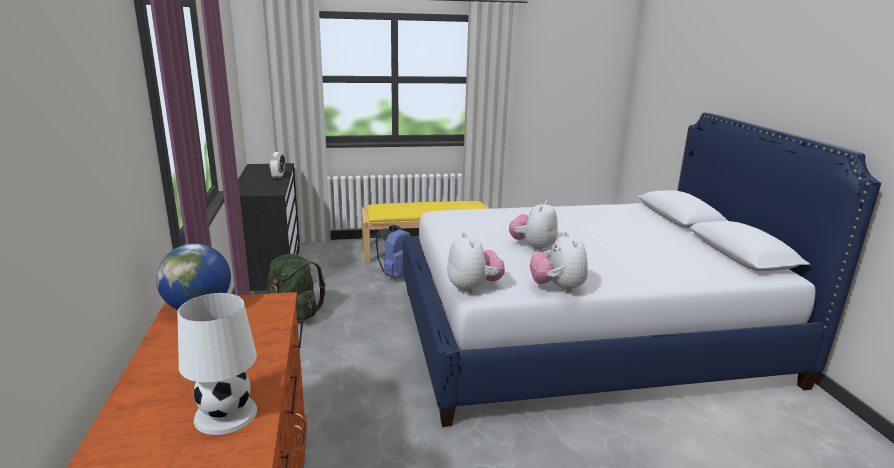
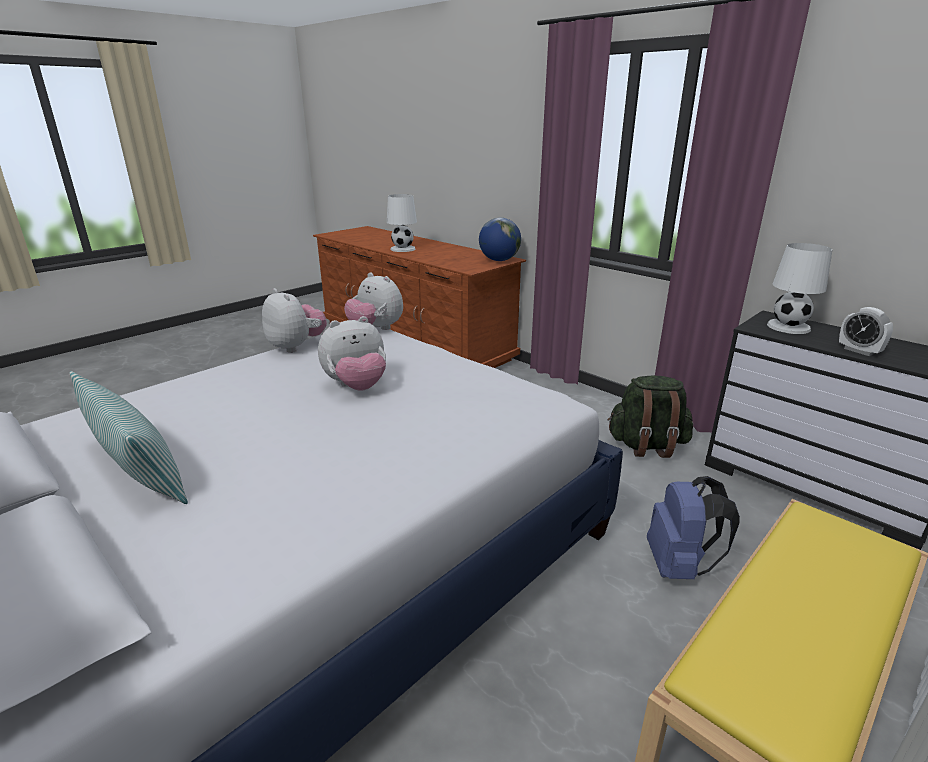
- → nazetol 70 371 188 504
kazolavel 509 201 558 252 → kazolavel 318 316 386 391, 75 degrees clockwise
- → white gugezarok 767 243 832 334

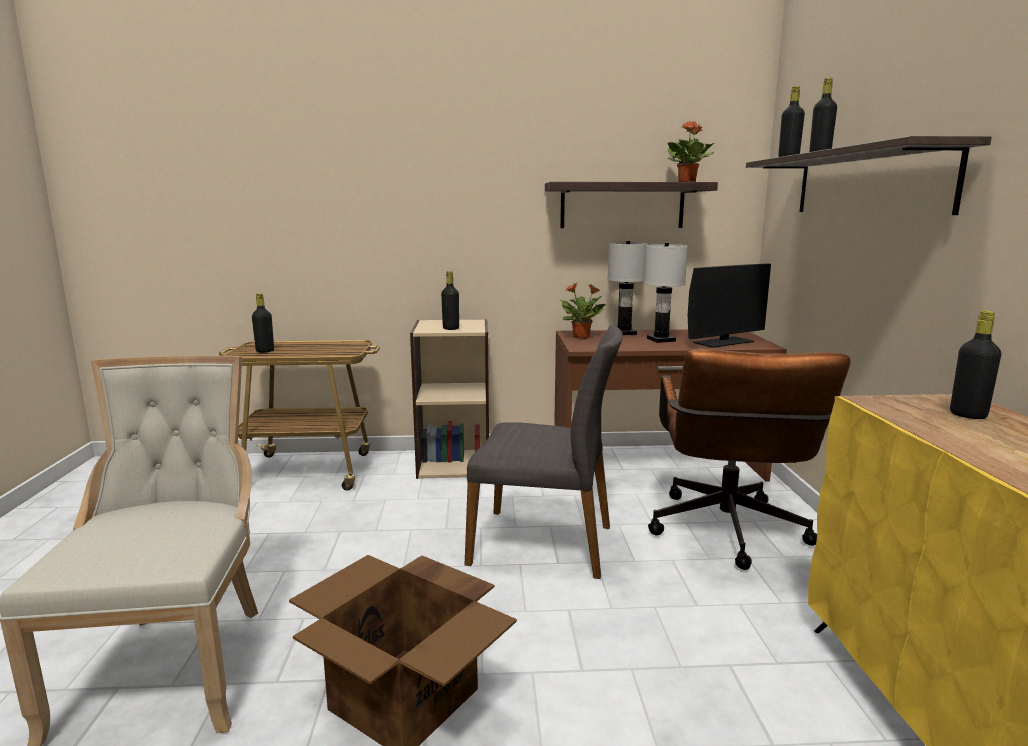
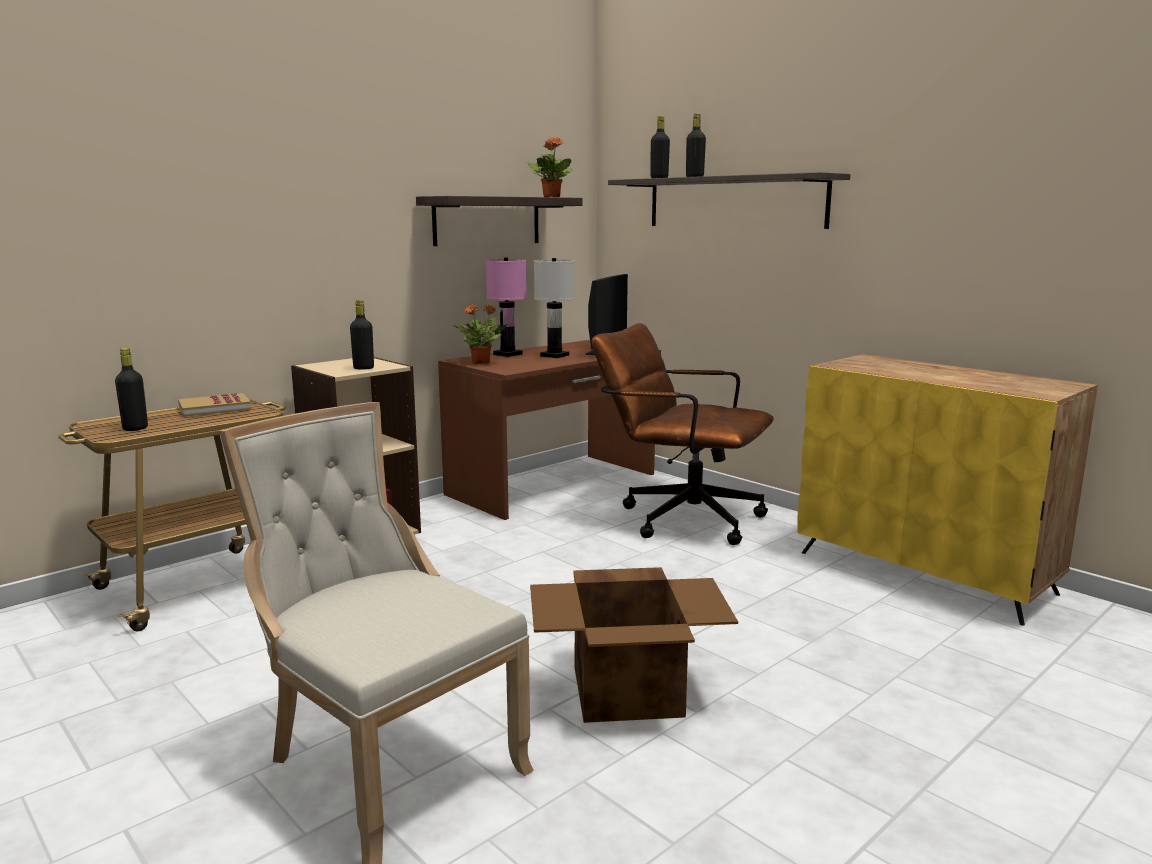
- → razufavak 178 393 251 417
white gugezarok 607 241 648 335 → pink gugezarok 486 258 527 357
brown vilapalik 648 349 851 570 → brown vilapalik 592 323 774 545, 150 degrees clockwise
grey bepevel 465 325 622 579 → -
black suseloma 950 310 1001 419 → -

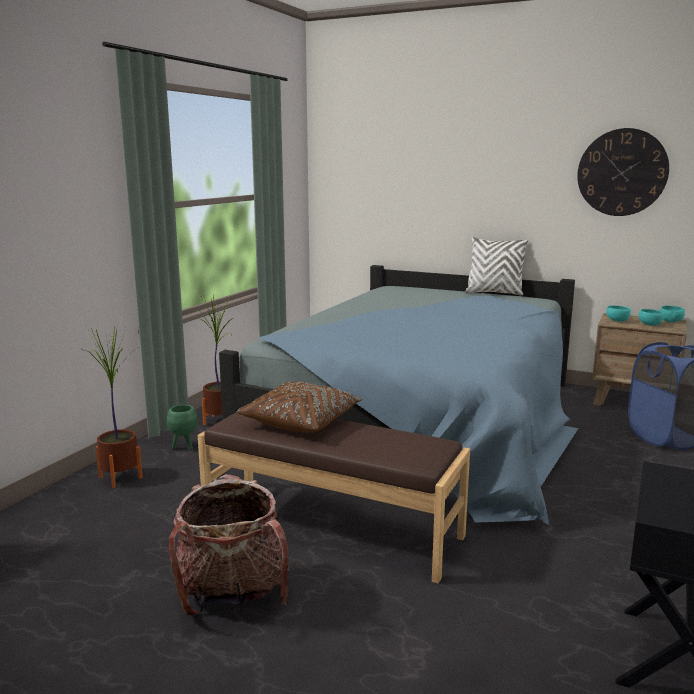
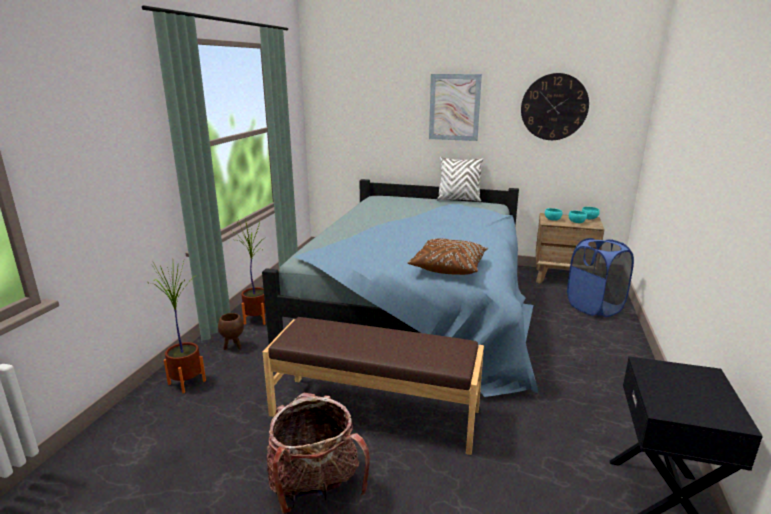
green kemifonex 167 405 198 450 → brown kemifonex 218 313 244 350
brown nazetol 237 382 363 433 → brown nazetol 407 238 488 275, moved
- → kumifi 429 74 482 141

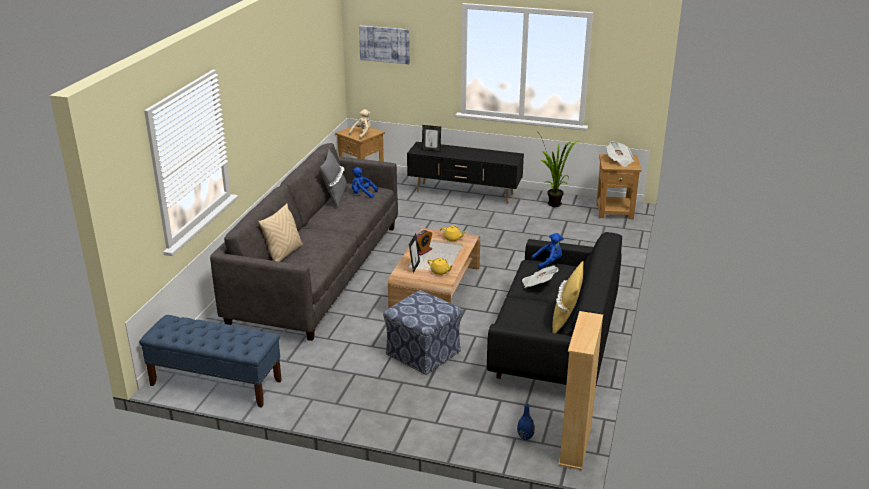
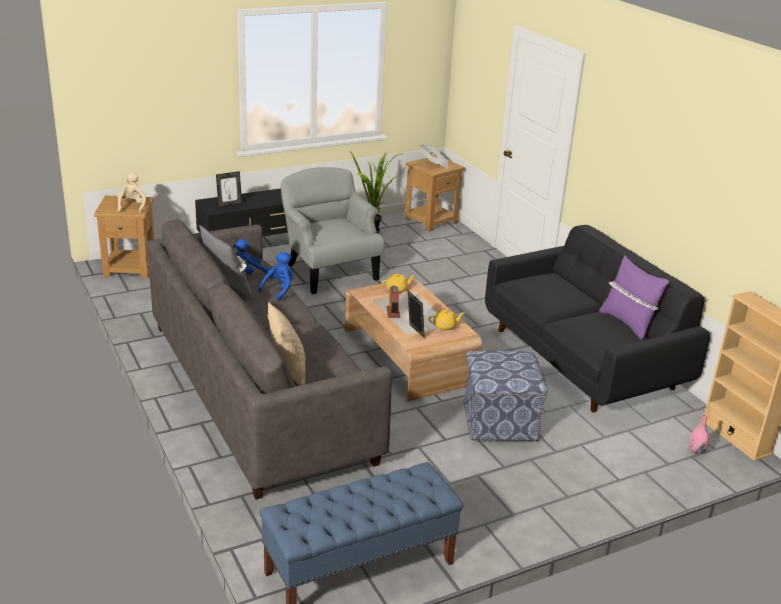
blue kazolavel 531 233 563 269 → blue kazolavel 258 252 293 300, moved
- → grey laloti 281 167 384 294
yellow nazetol 552 261 584 334 → purple nazetol 599 255 669 340
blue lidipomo 517 404 535 440 → pink lidipomo 689 414 709 455
kumifi 359 25 410 64 → -
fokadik 522 265 558 288 → -

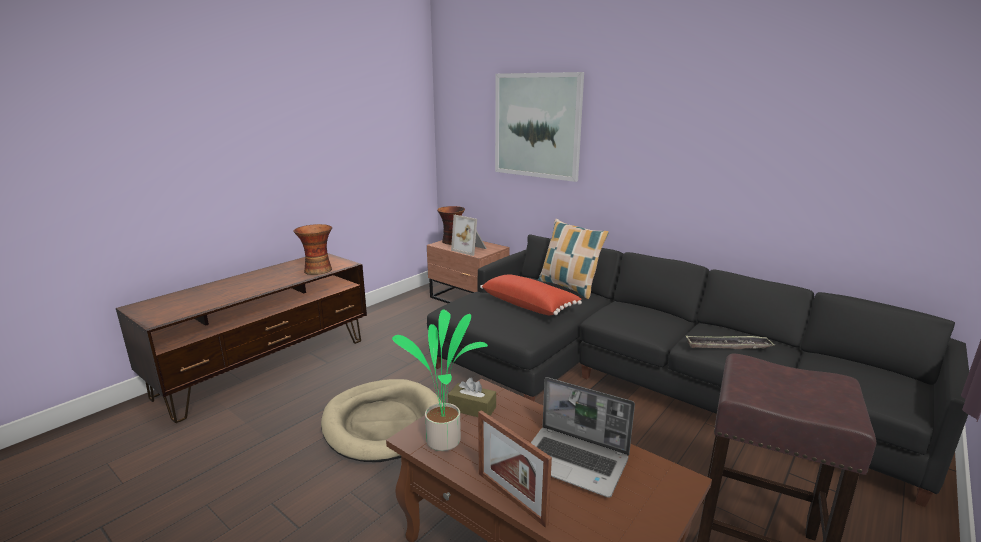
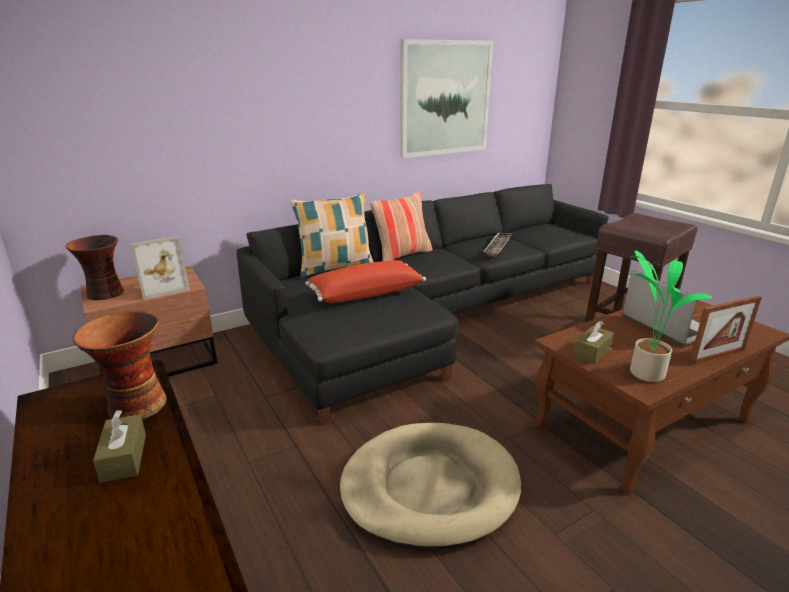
- → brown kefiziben 93 410 146 483
- → nazetol 370 192 433 261
kumifi 495 72 584 182 → kumifi 400 39 493 158, moved
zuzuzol 531 377 635 498 → zuzuzol 623 270 700 345, 75 degrees counterclockwise

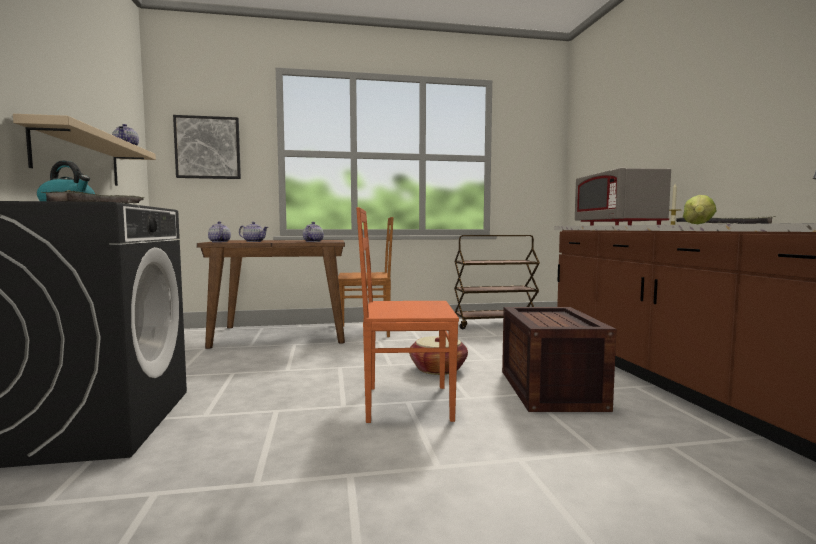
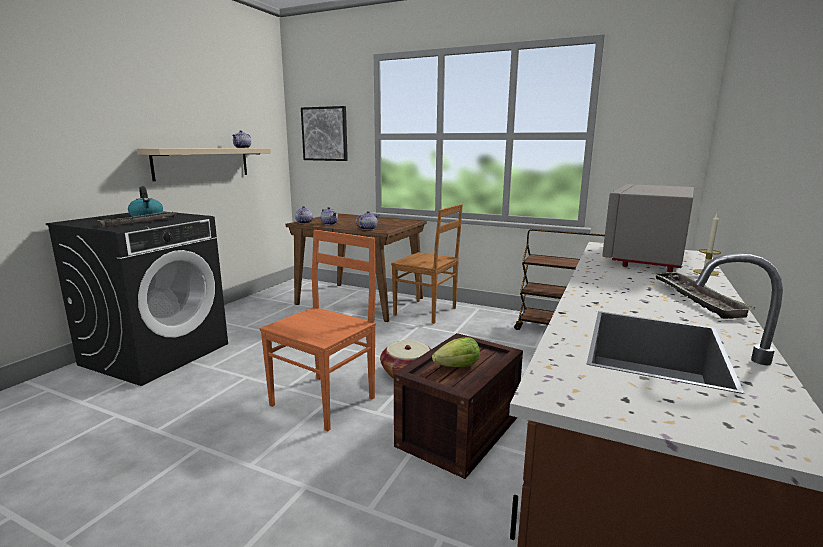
orange bepevel 356 207 459 423 → orange bepevel 260 230 376 432, 90 degrees clockwise
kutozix 683 195 716 224 → kutozix 432 337 480 367, moved

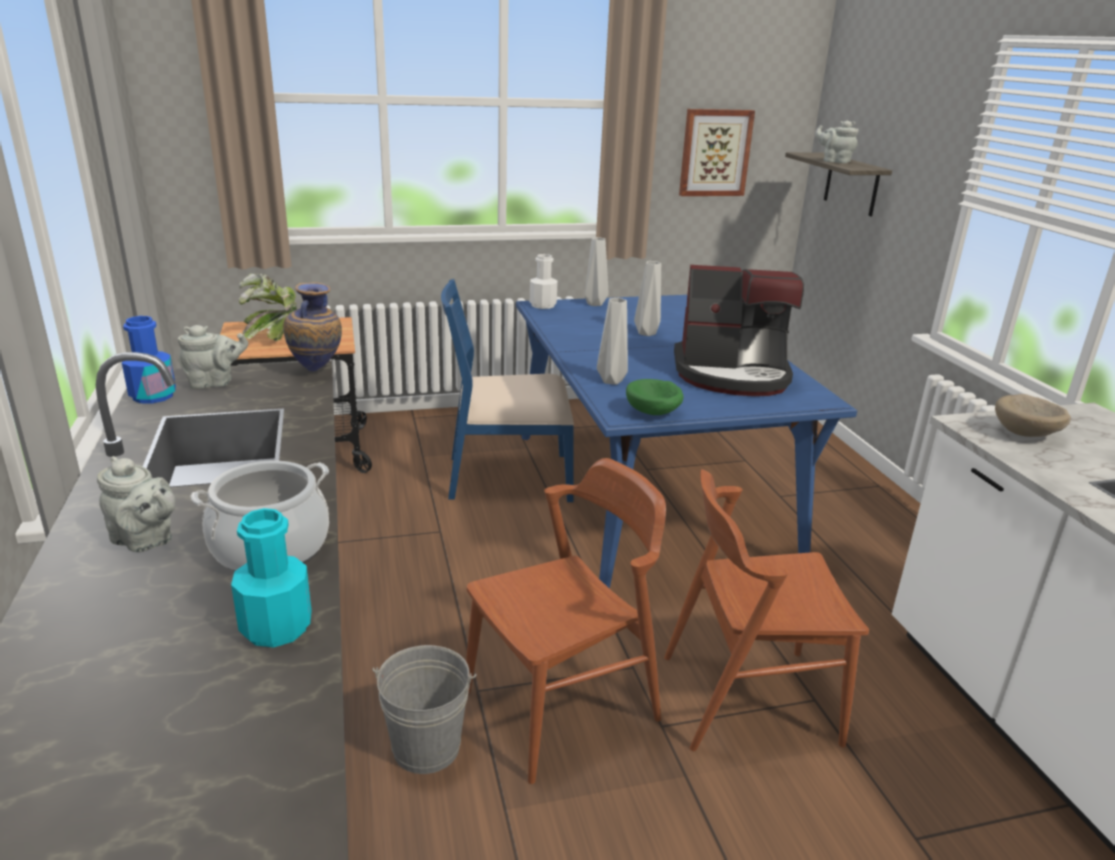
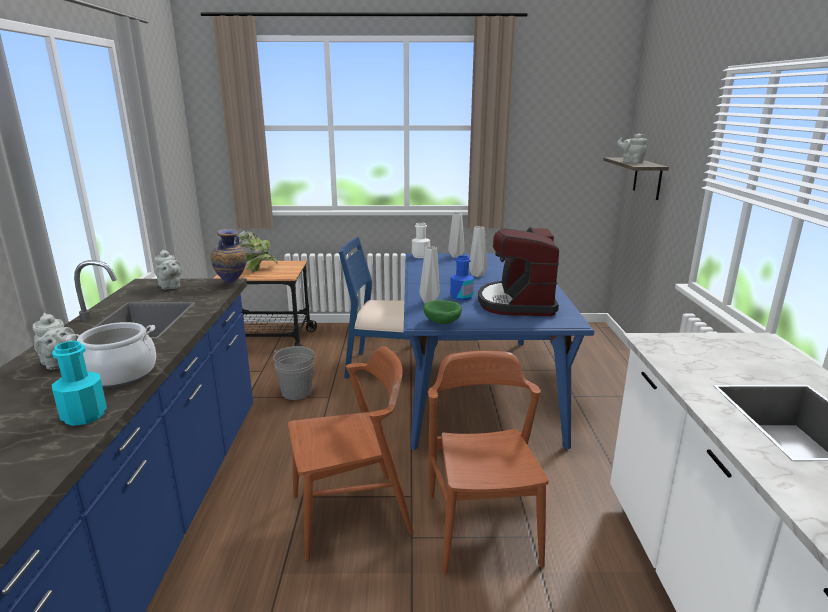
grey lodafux 178 325 248 389 → grey lodafux 155 250 182 289, 60 degrees clockwise
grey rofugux 373 645 477 774 → grey rofugux 273 346 316 400, moved
brown bepevel 664 469 869 751 → brown bepevel 428 351 549 575, 75 degrees clockwise
blue suseloma 122 316 176 404 → blue suseloma 450 255 474 301, moved
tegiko 674 265 804 396 → tegiko 478 227 559 316, 75 degrees clockwise
kumifi 679 109 755 196 → -
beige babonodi 995 394 1071 437 → -

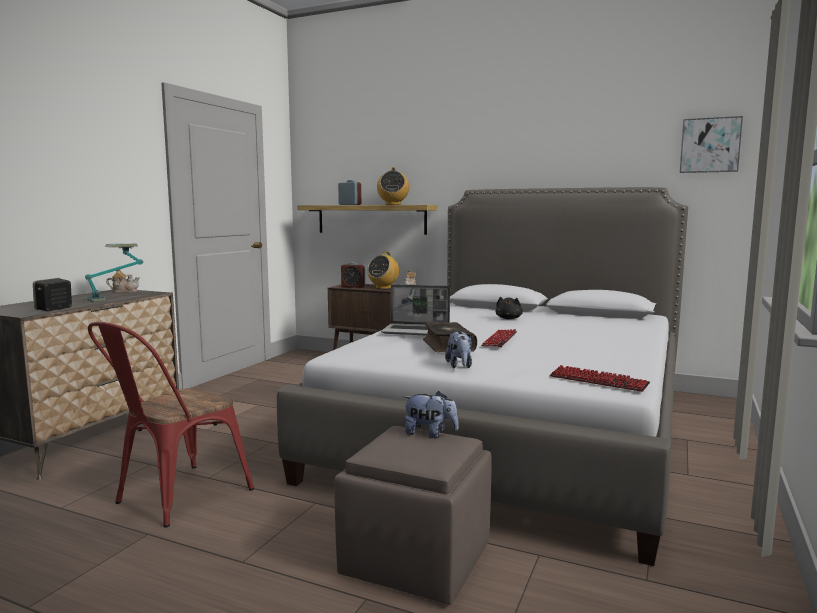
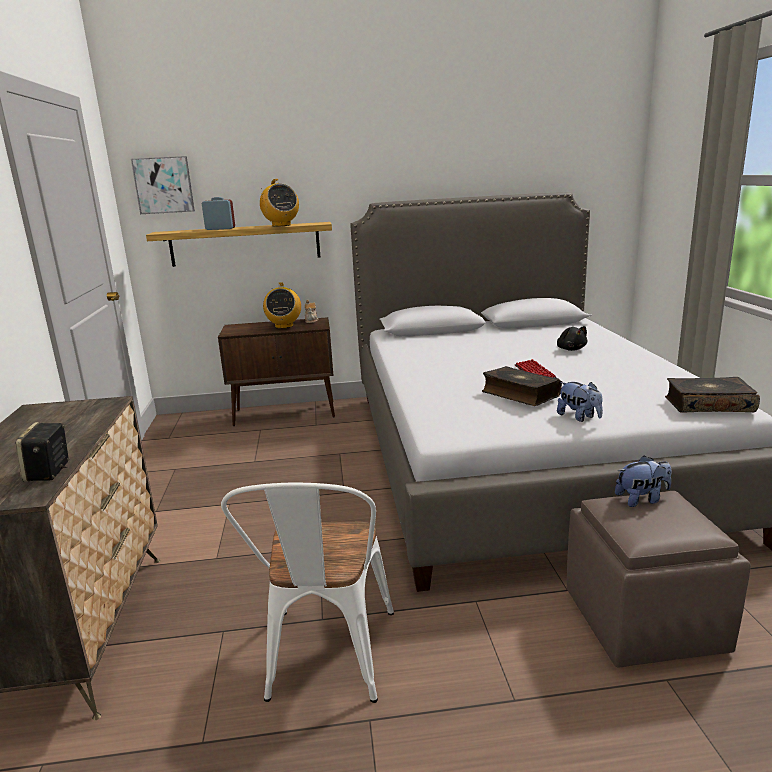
kumifi 680 116 743 173 → kumifi 131 156 195 214, moved
red bepevel 88 322 254 528 → white bepevel 221 482 394 703
black kazolavel 496 297 523 319 → black kazolavel 557 326 587 351, moved
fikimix 550 365 650 392 → razufavak 665 377 760 412
gugezarok 85 243 143 301 → -
lodafux 106 270 140 293 → -
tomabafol 341 262 365 288 → -
zuzuzol 381 284 450 335 → -

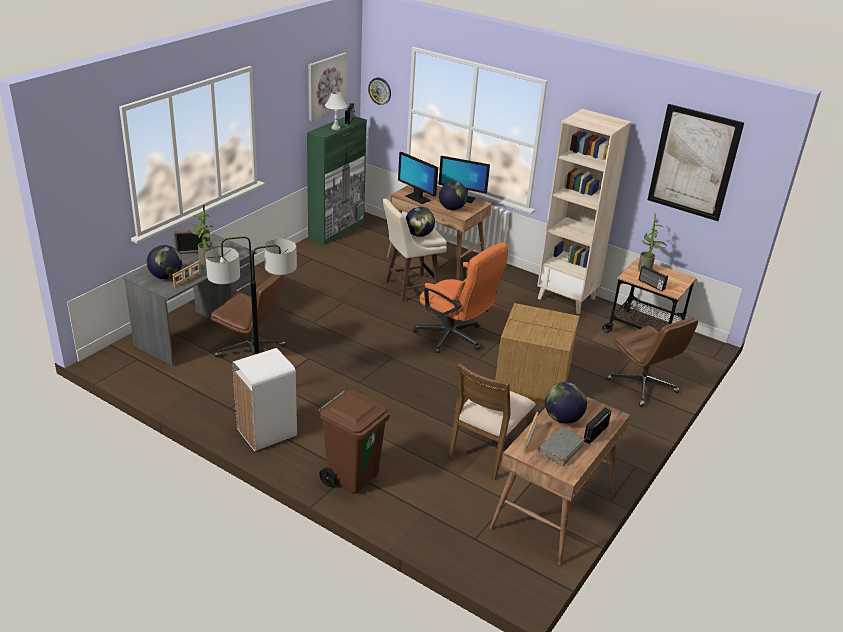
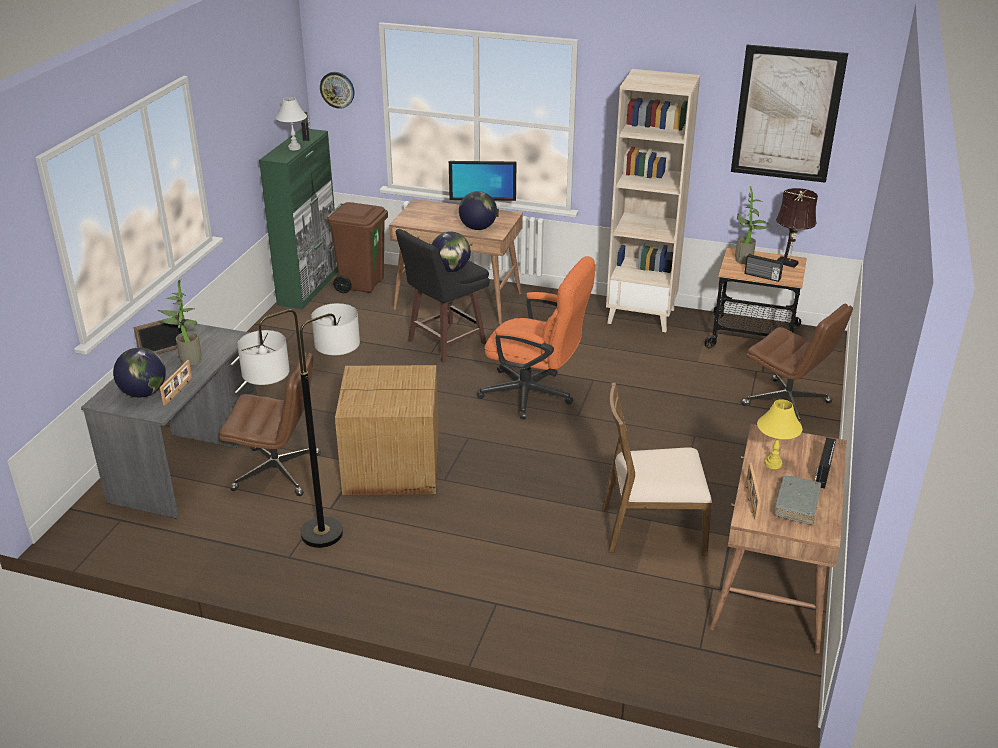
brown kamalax 318 390 390 494 → brown kamalax 325 202 388 293, moved
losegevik 495 303 579 404 → losegevik 335 365 439 495, moved
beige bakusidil 383 199 447 302 → black bakusidil 396 229 490 363
brown bepevel 448 363 536 480 → brown bepevel 602 383 712 555, 75 degrees clockwise
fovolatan 545 382 587 424 → yellow gugezarok 757 399 803 469
- → brown gugezarok 776 188 818 268
white kamalax 232 348 297 451 → -
kumifi 308 52 347 121 → -
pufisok 398 152 438 204 → -

